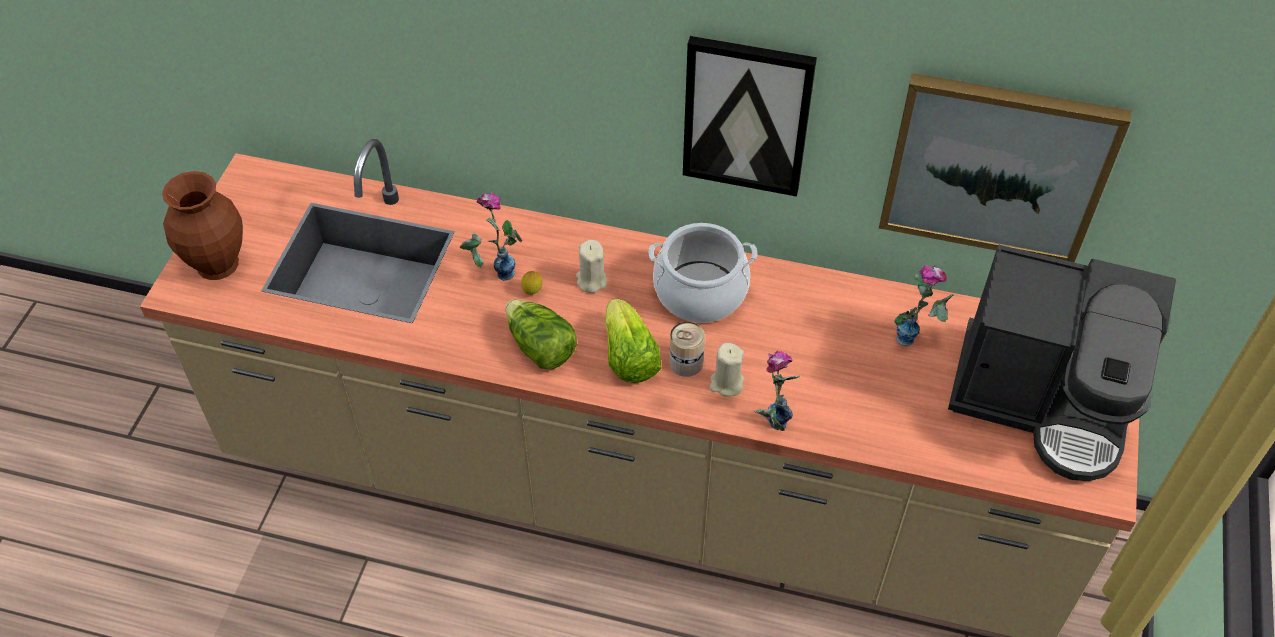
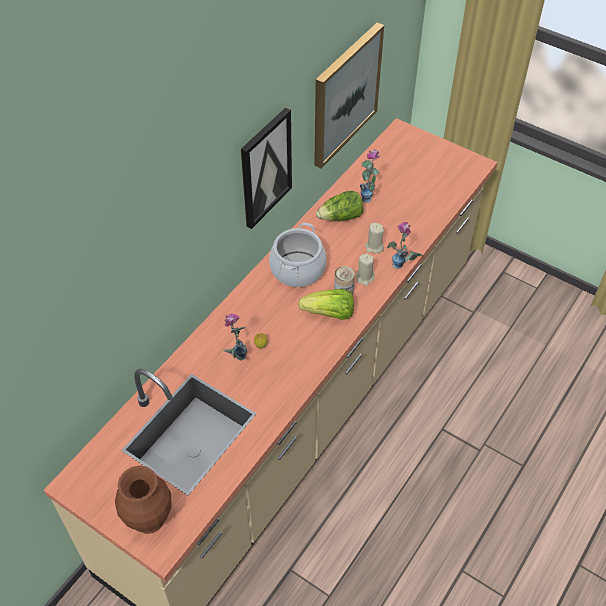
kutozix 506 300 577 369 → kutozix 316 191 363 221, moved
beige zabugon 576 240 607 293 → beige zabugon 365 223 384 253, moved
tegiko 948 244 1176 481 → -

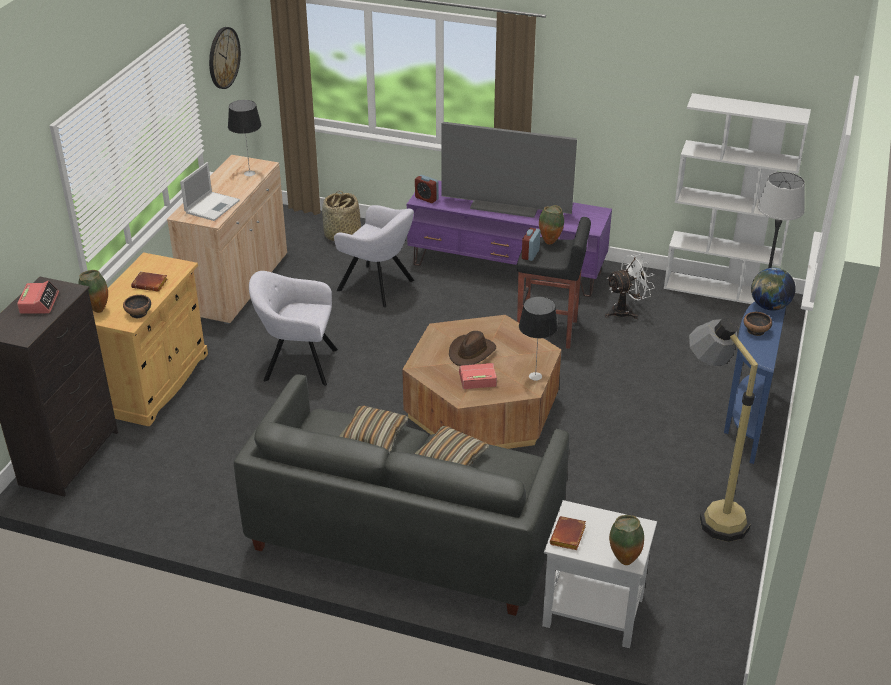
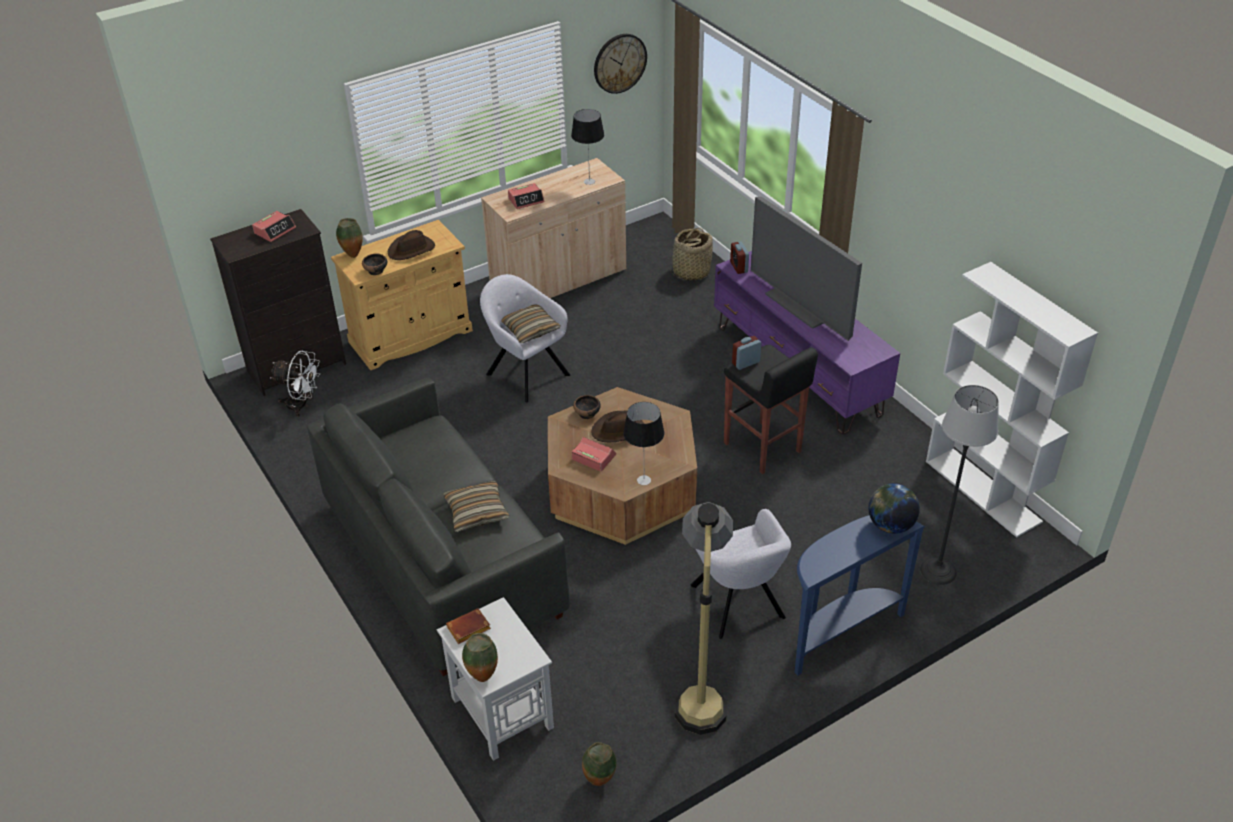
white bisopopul 605 254 655 319 → white bisopopul 270 351 320 417, moved
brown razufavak 131 272 167 292 → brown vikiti 388 230 435 260
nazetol 339 406 408 452 → nazetol 501 304 561 343, moved
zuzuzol 180 162 240 221 → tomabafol 508 183 544 209
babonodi 743 312 772 336 → babonodi 573 395 601 419, moved
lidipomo 539 205 564 245 → lidipomo 582 742 617 786, moved
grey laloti 334 205 415 307 → grey laloti 690 509 791 639, moved

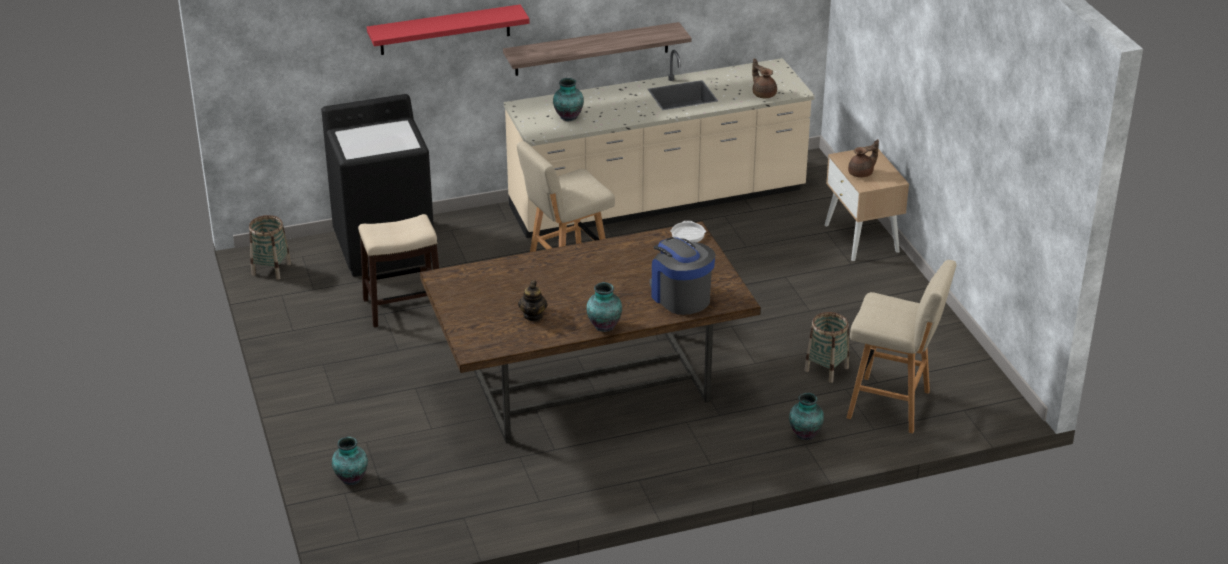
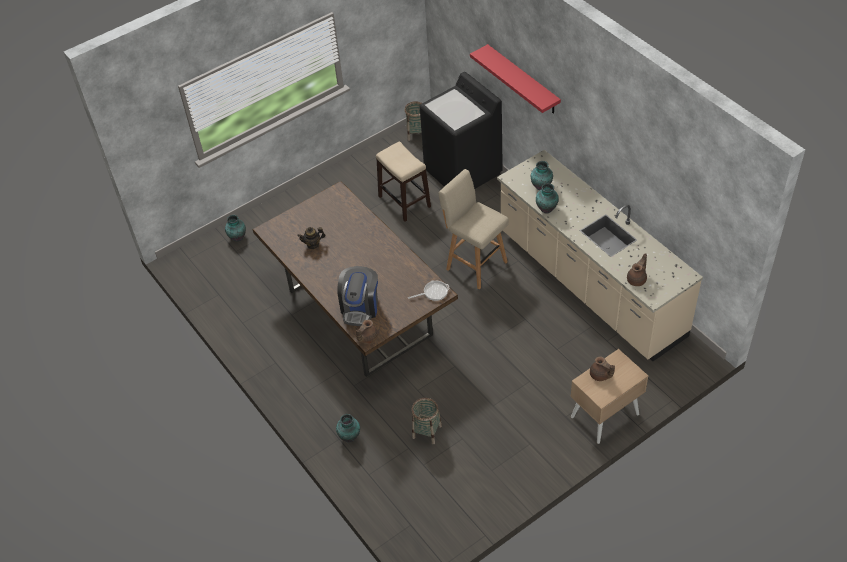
tegiko 650 237 716 315 → tegiko 337 266 378 326, 150 degrees clockwise
- → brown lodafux 356 319 378 344
lidipomo 586 282 622 332 → lidipomo 536 183 559 214, moved
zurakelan 503 22 692 76 → -
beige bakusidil 847 260 956 433 → -

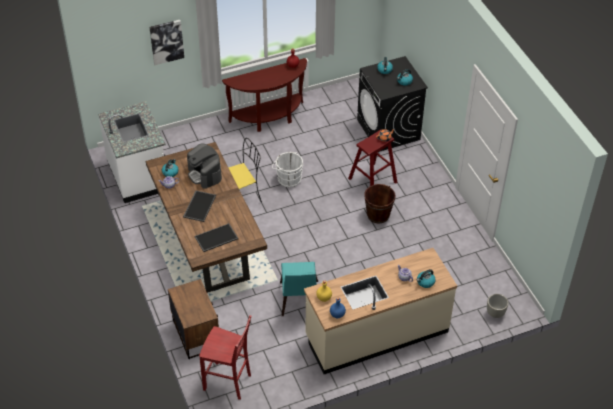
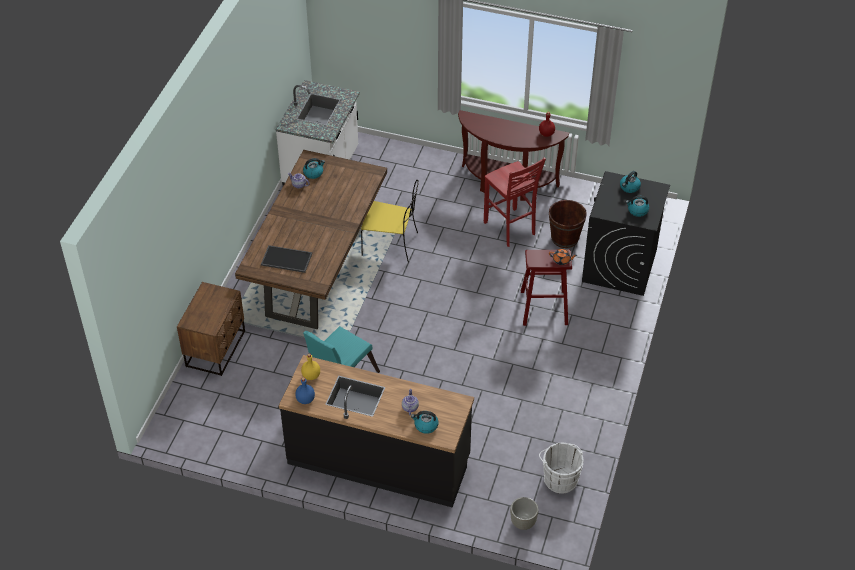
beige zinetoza 304 248 457 374 → black zinetoza 279 355 474 507
red bakusidil 199 315 251 400 → red bakusidil 484 157 546 247, moved
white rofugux 272 152 303 187 → white rofugux 539 443 583 494, moved
brown rofugux 364 184 395 223 → brown rofugux 549 200 587 248, moved
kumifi 150 20 184 65 → -
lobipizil 183 191 216 222 → -
tegiko 187 144 222 189 → -

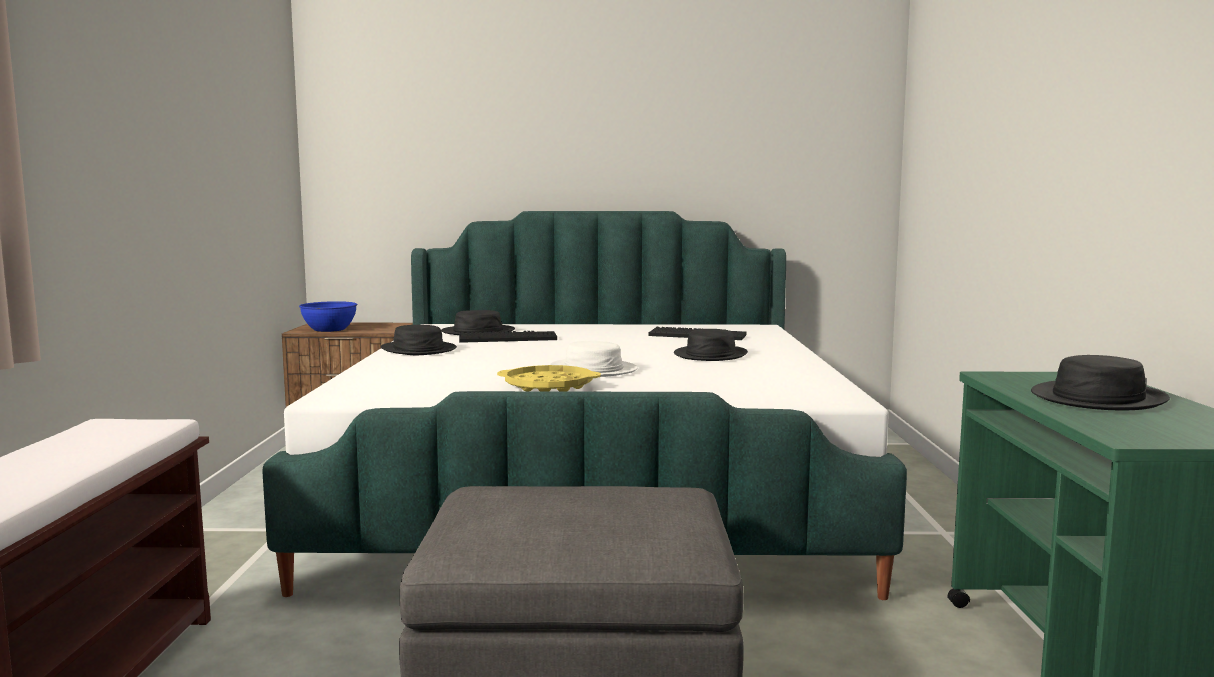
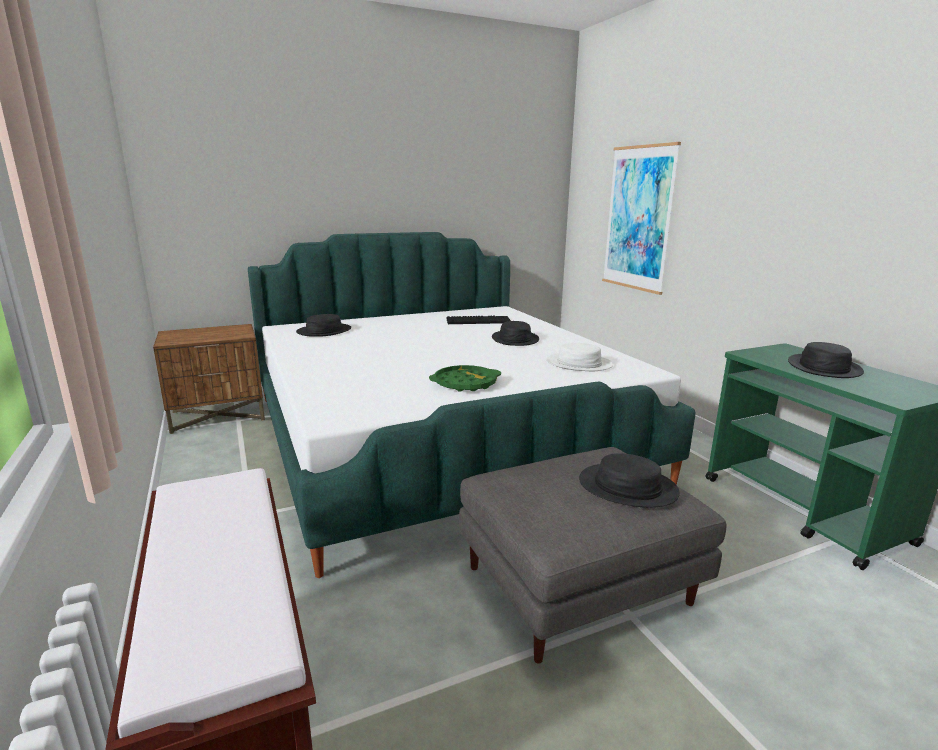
yellow lobipizil 497 365 601 392 → green lobipizil 429 365 501 391
white vikiti 550 341 638 377 → white vikiti 546 343 613 371, moved
black vikiti 381 324 457 355 → black vikiti 579 453 680 508, moved
- → kumifi 602 142 681 295
blue babonodi 299 301 357 332 → -
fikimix 459 331 557 343 → -

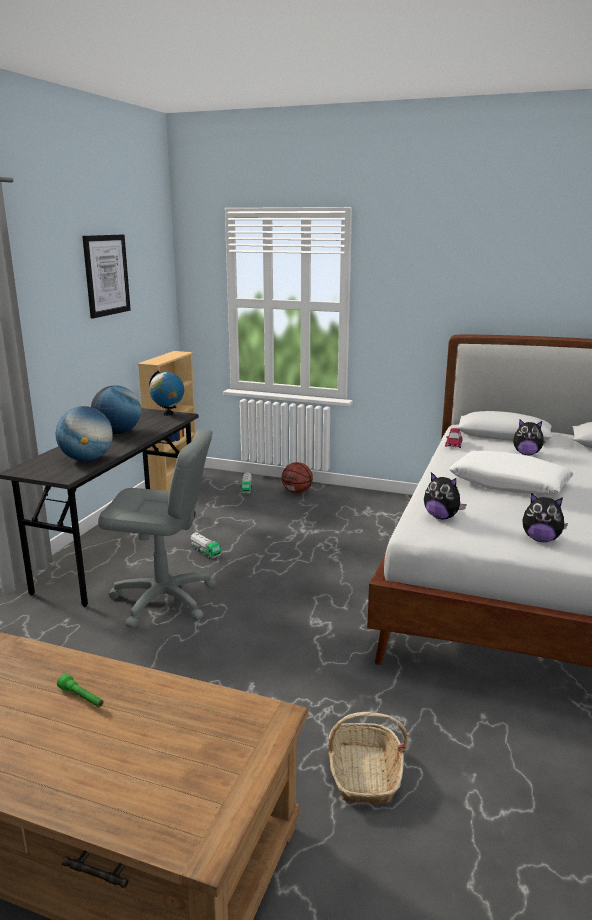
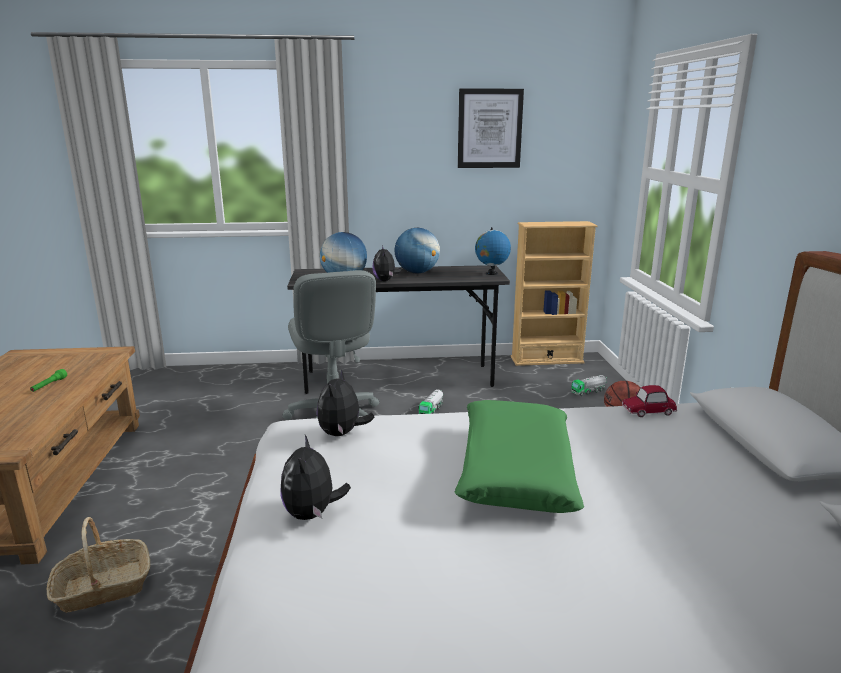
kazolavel 513 420 546 455 → kazolavel 372 246 402 281, moved
white nazetol 449 451 574 495 → green nazetol 455 400 584 513

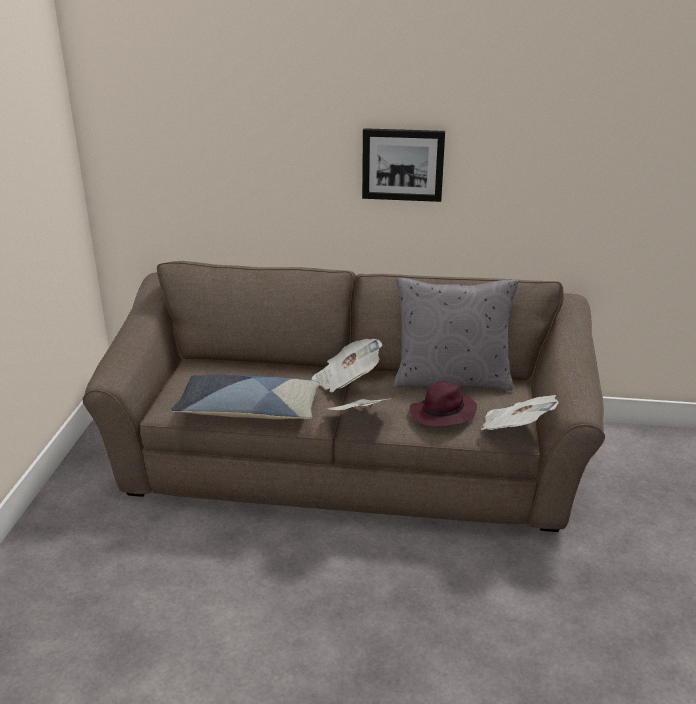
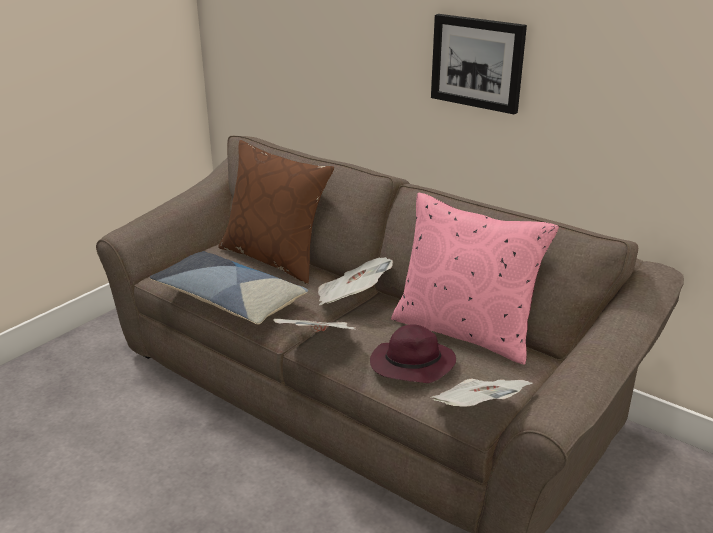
- → brown nazetol 218 140 334 284
grey nazetol 393 278 518 391 → pink nazetol 391 193 559 365

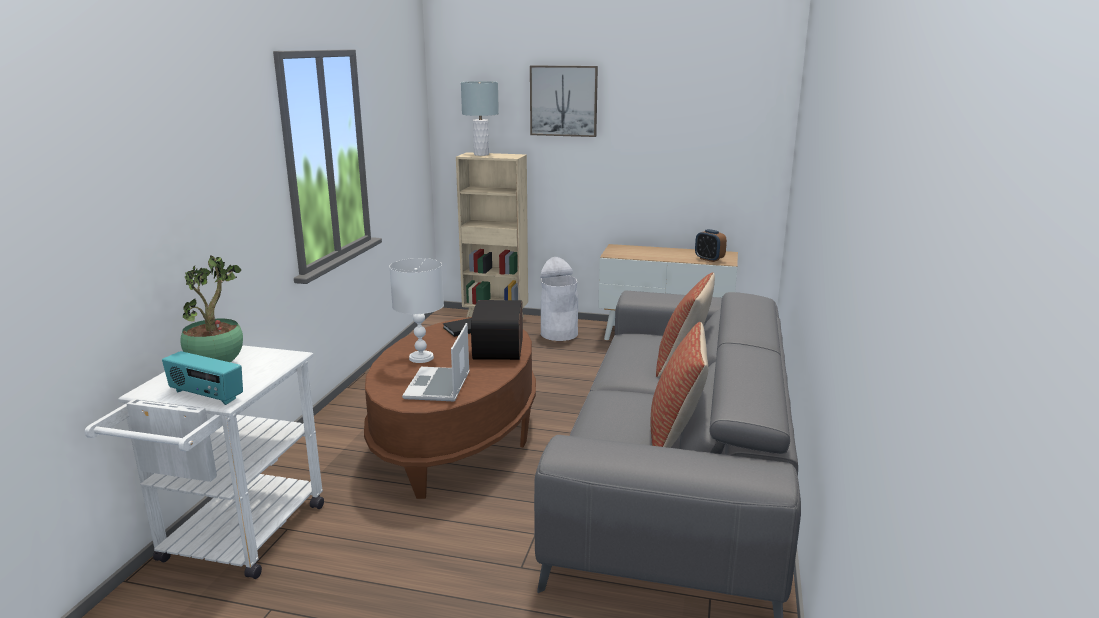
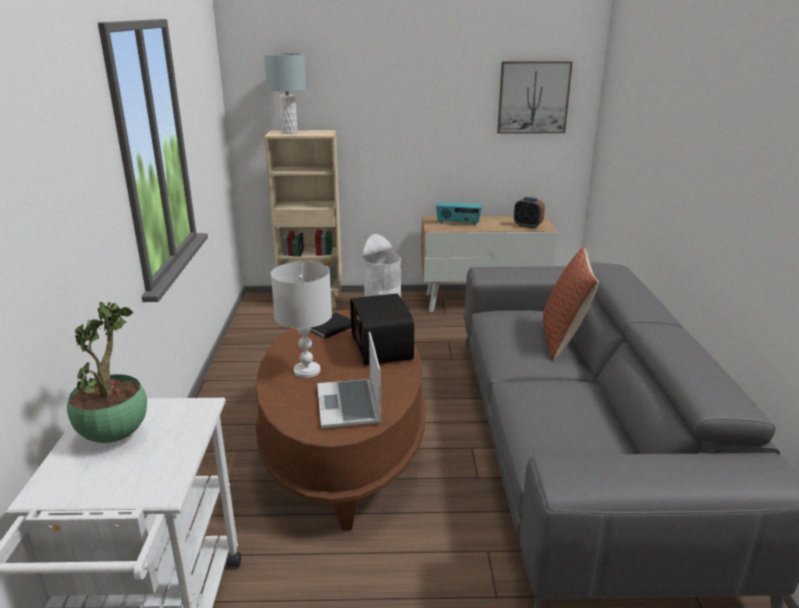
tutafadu 162 351 243 405 → tutafadu 436 202 482 226, moved
kumifi 530 66 598 137 → kumifi 497 61 573 134, moved
nazetol 651 322 708 448 → -

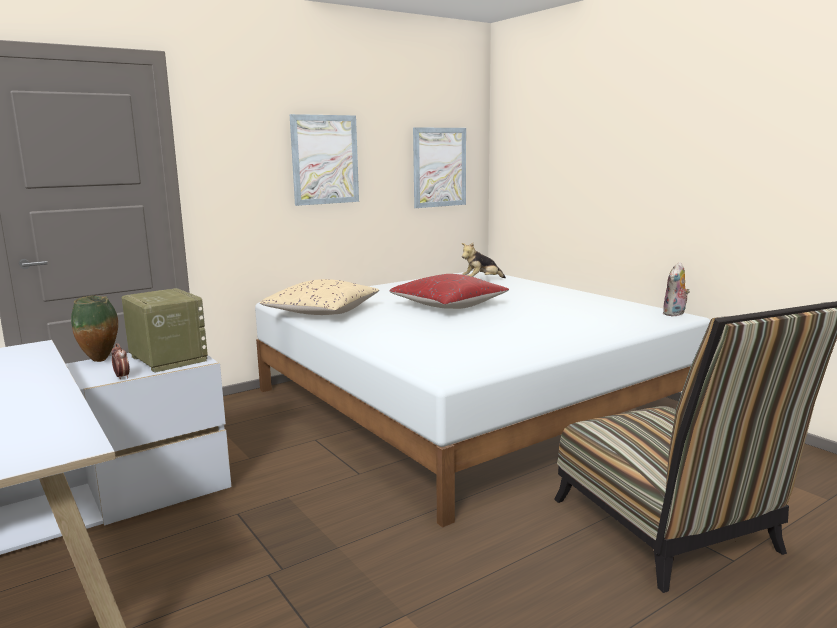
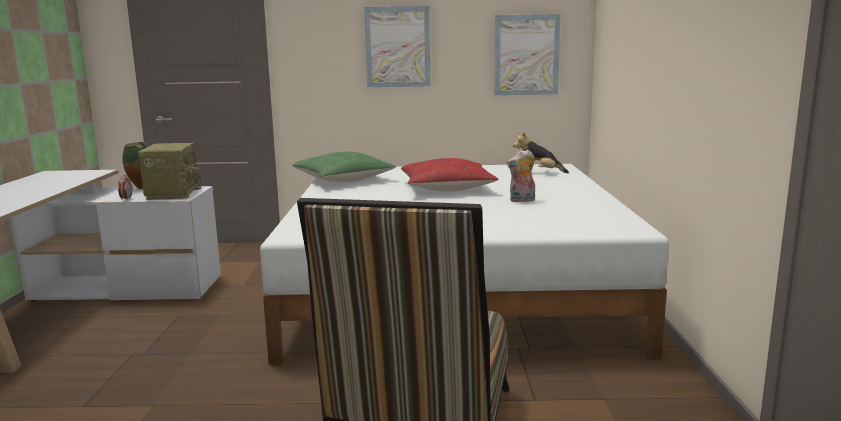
beige nazetol 260 279 379 315 → green nazetol 292 152 396 182
kazolavel 663 262 690 316 → kazolavel 507 149 535 202, moved

